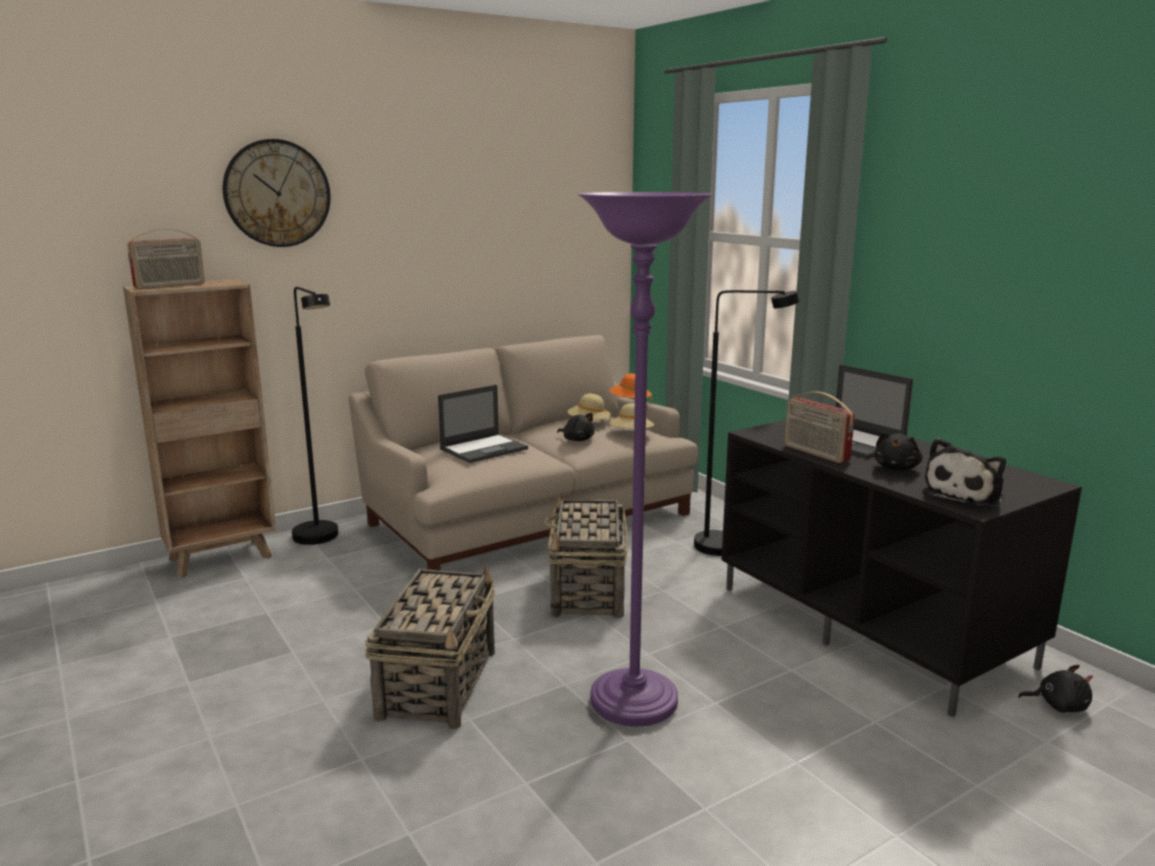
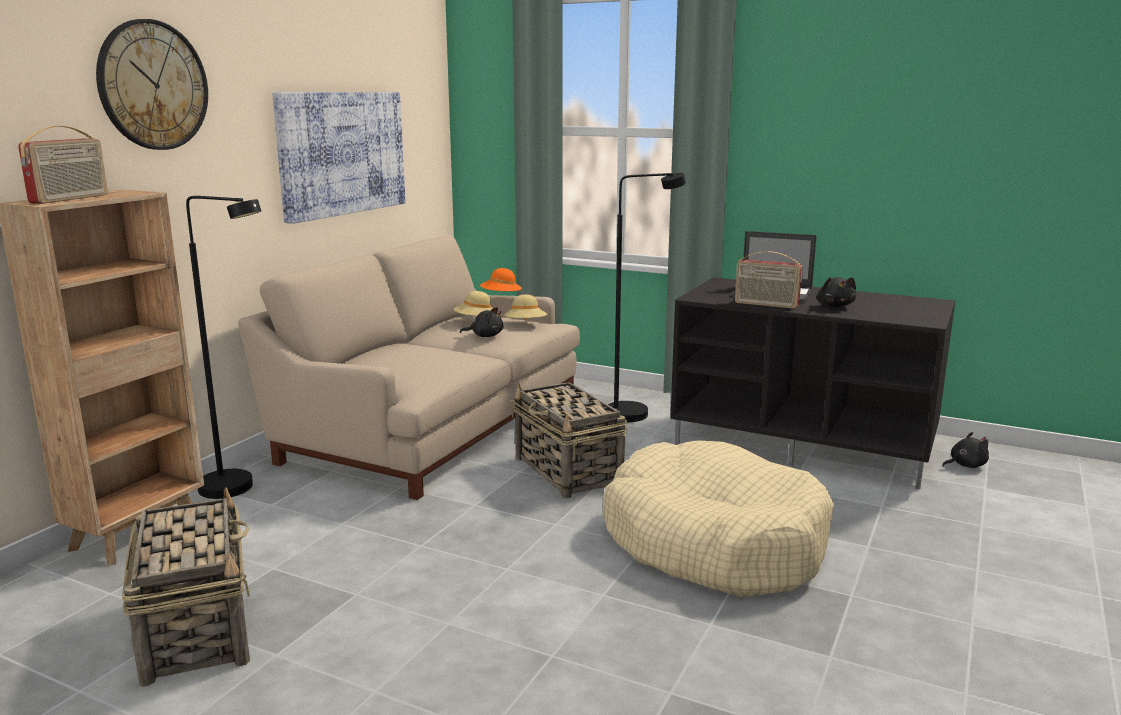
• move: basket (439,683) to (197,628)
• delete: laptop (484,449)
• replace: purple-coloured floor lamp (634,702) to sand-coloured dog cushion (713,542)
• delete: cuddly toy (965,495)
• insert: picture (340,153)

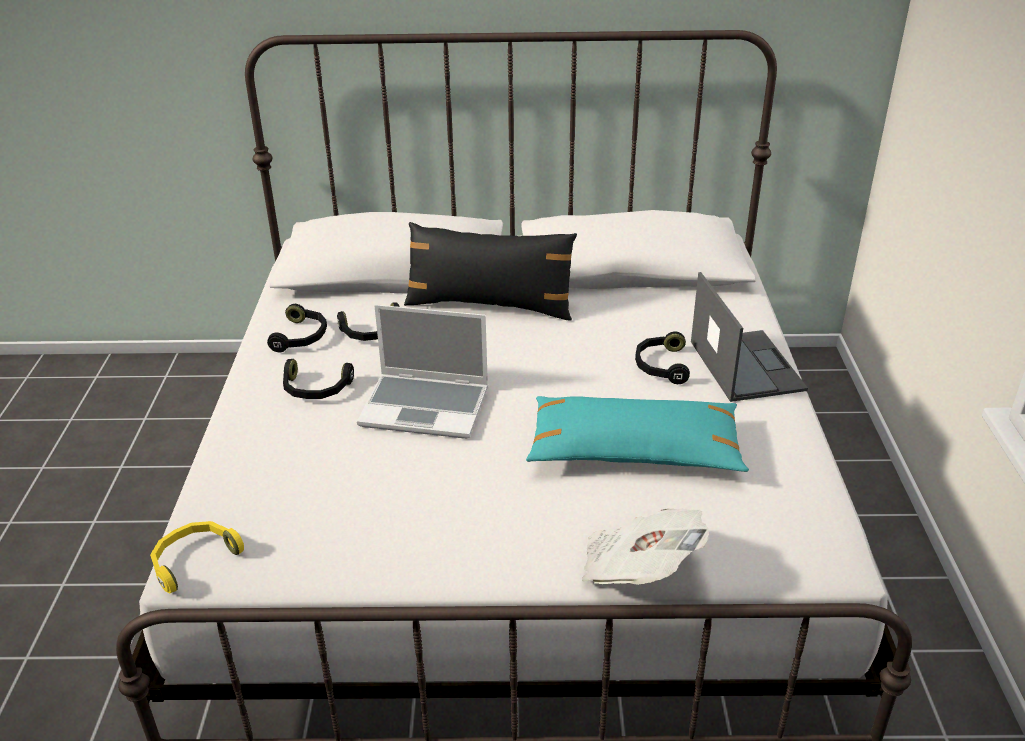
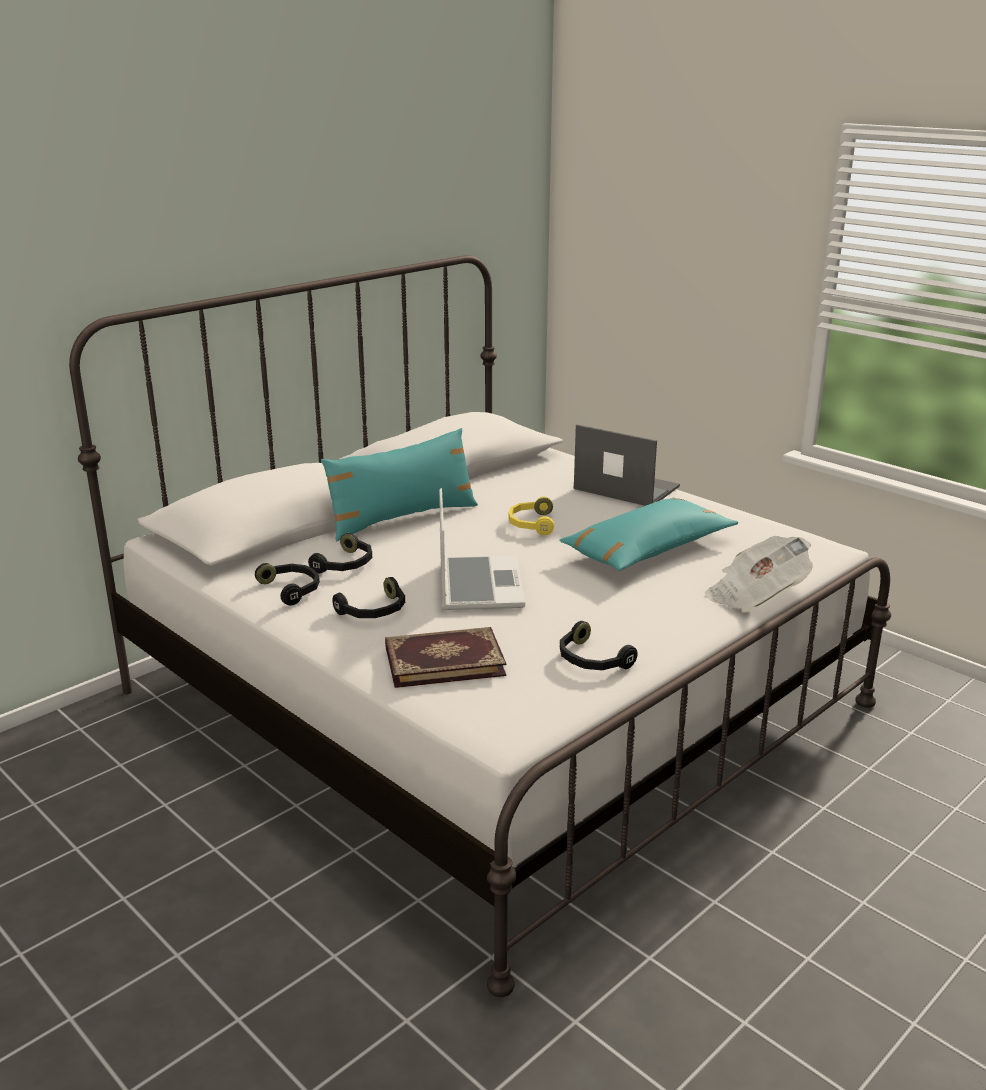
• move: yellow-coloured headset (194,560) to (531,524)
• rotate: laptop (427,407) = (478,585) 60 degrees counterclockwise
• recolor: blackish pillow (489,305) to turquoise-coloured pillow (402,518)
• move: blackish headset (660,366) to (591,660)
• insert: volume (444,660)

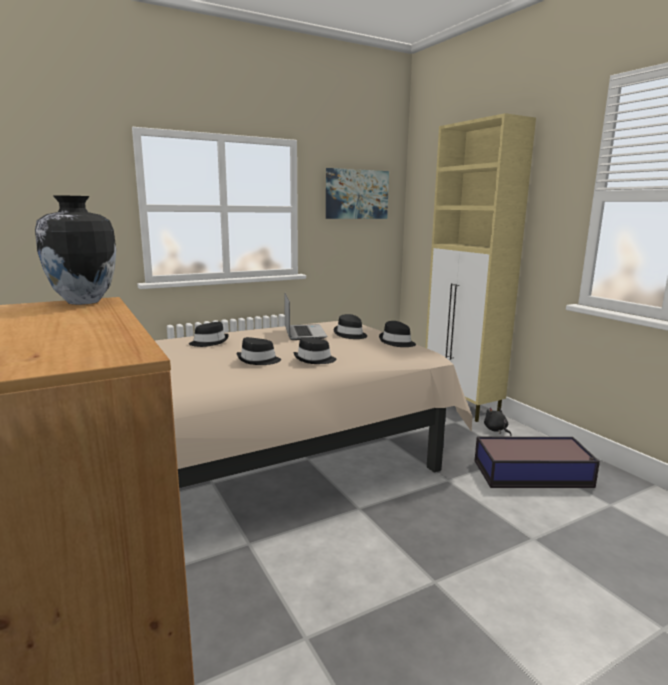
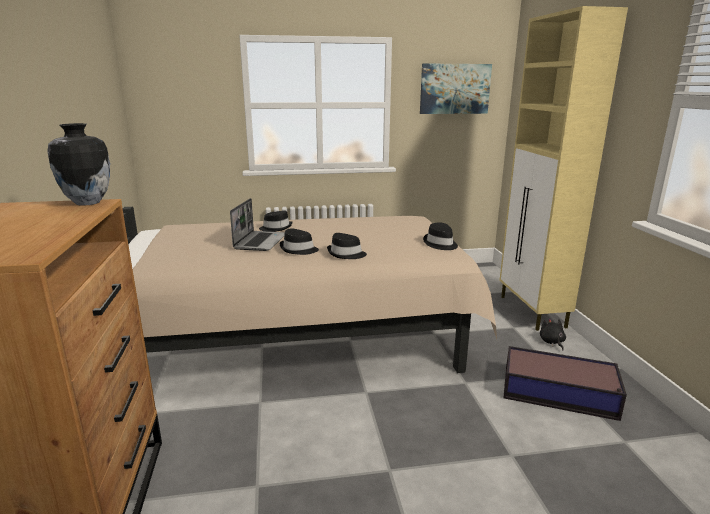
• move: laptop (303,333) to (260,242)
• delete: blackish hat (350,334)

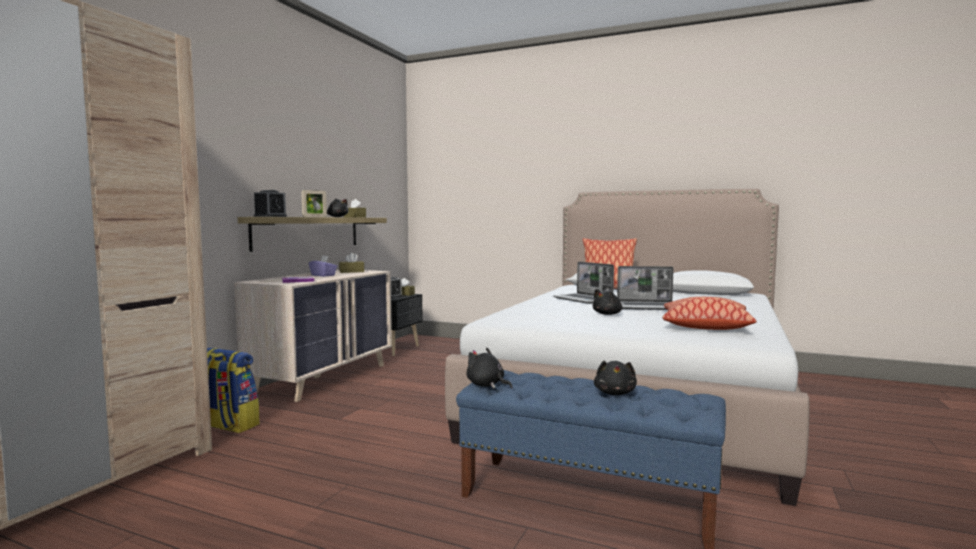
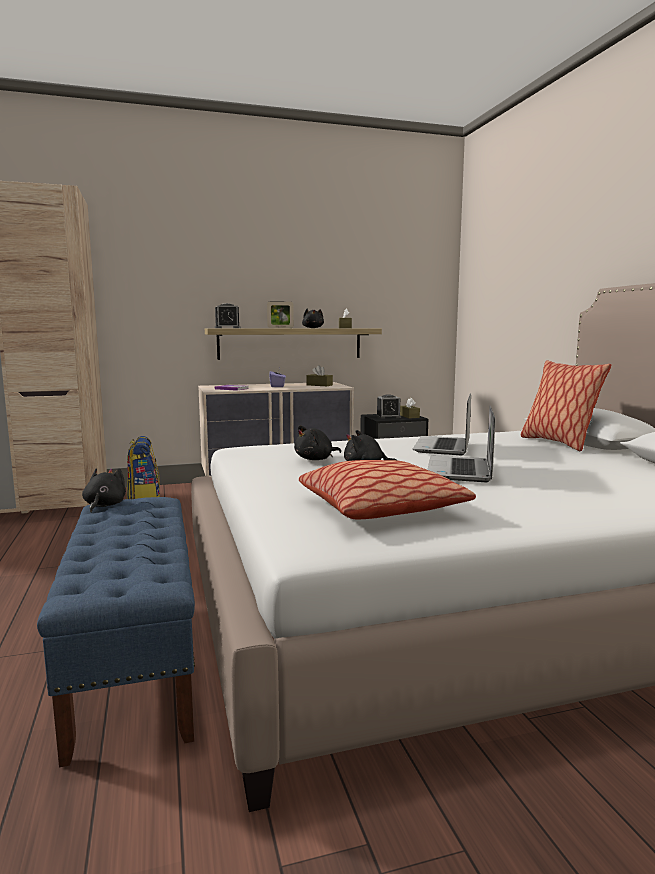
• move: blackish cuddly toy (615,393) to (316,459)
• rotate: laptop (647,307) = (460,471) 45 degrees clockwise

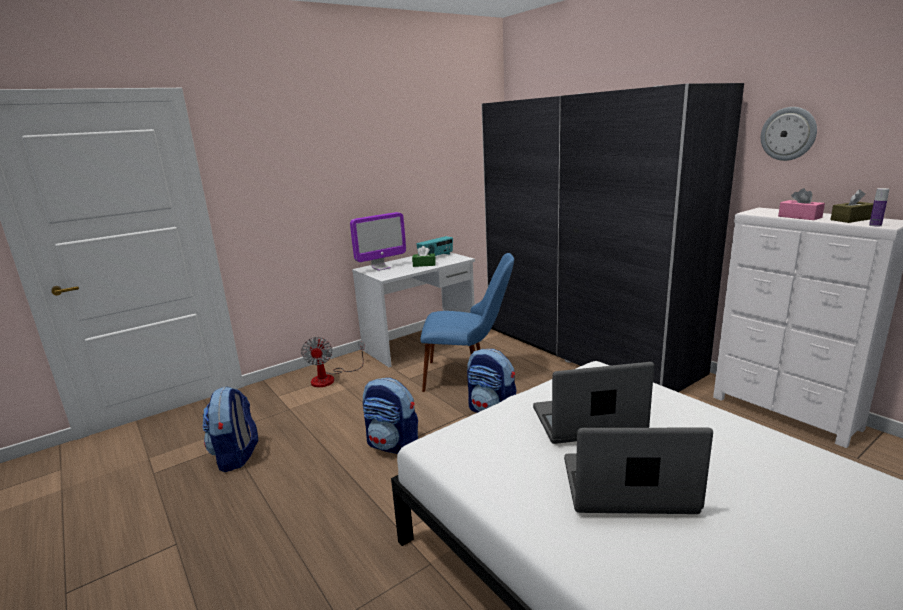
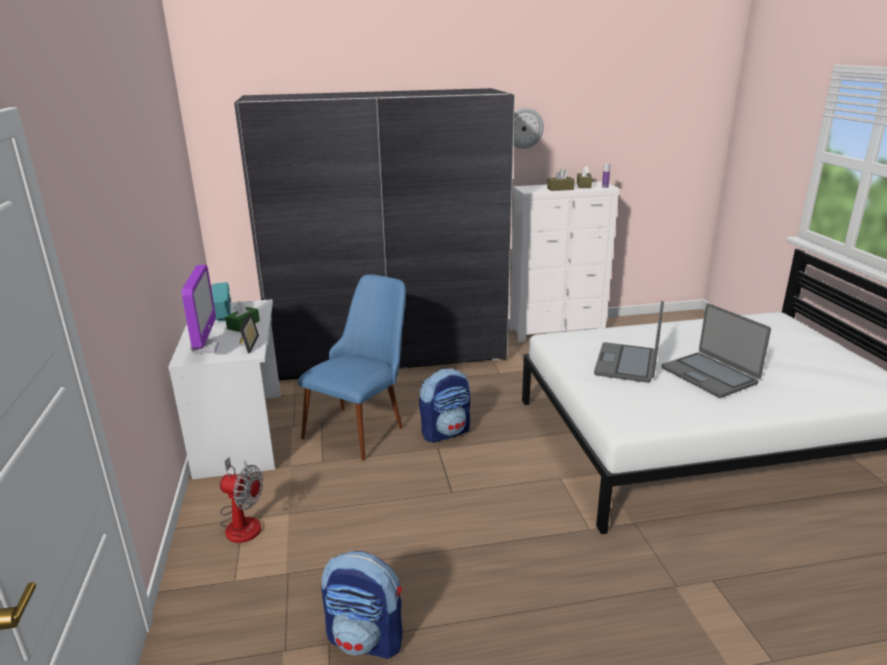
• delete: knapsack (393,445)
• rotate: laptop (627,487) = (709,375) 60 degrees counterclockwise
• recolor: pink-coloured tissue holder (799,217) to brownish tissue holder (560,189)
• insert: standing frame (246,344)

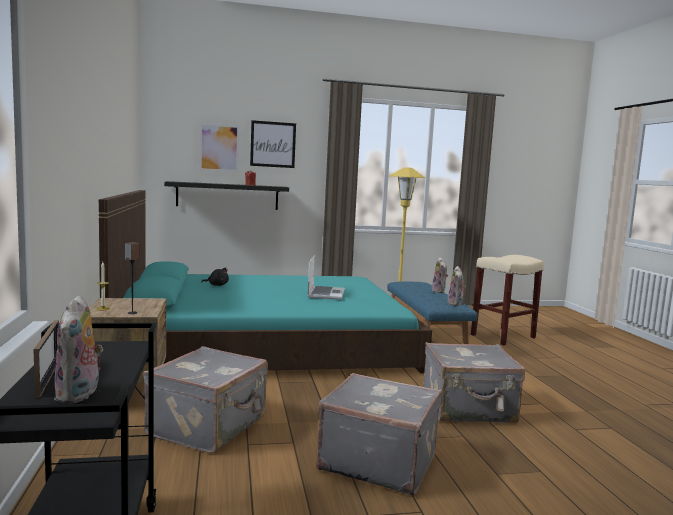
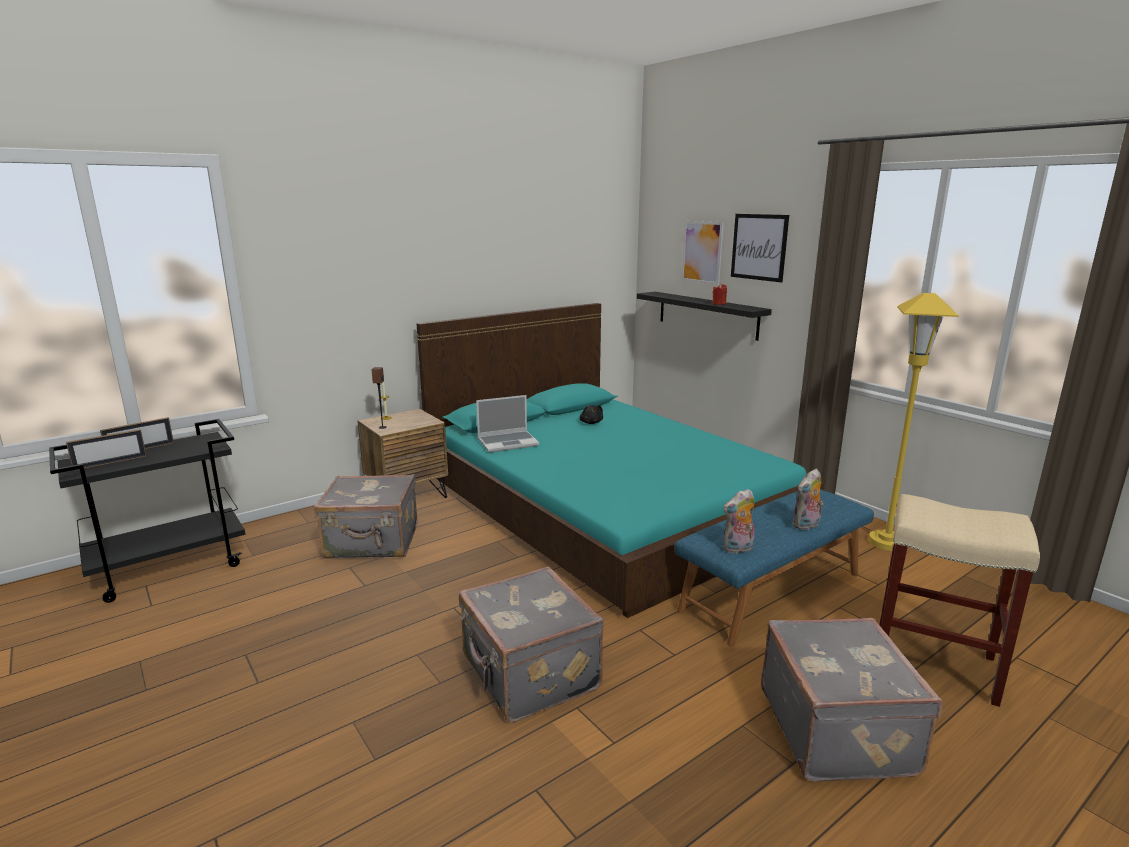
• replace: cuddly toy (79,395) to standing frame (110,462)
• move: laptop (325,294) to (508,442)
• move: gray suitcase (378,461) to (838,730)

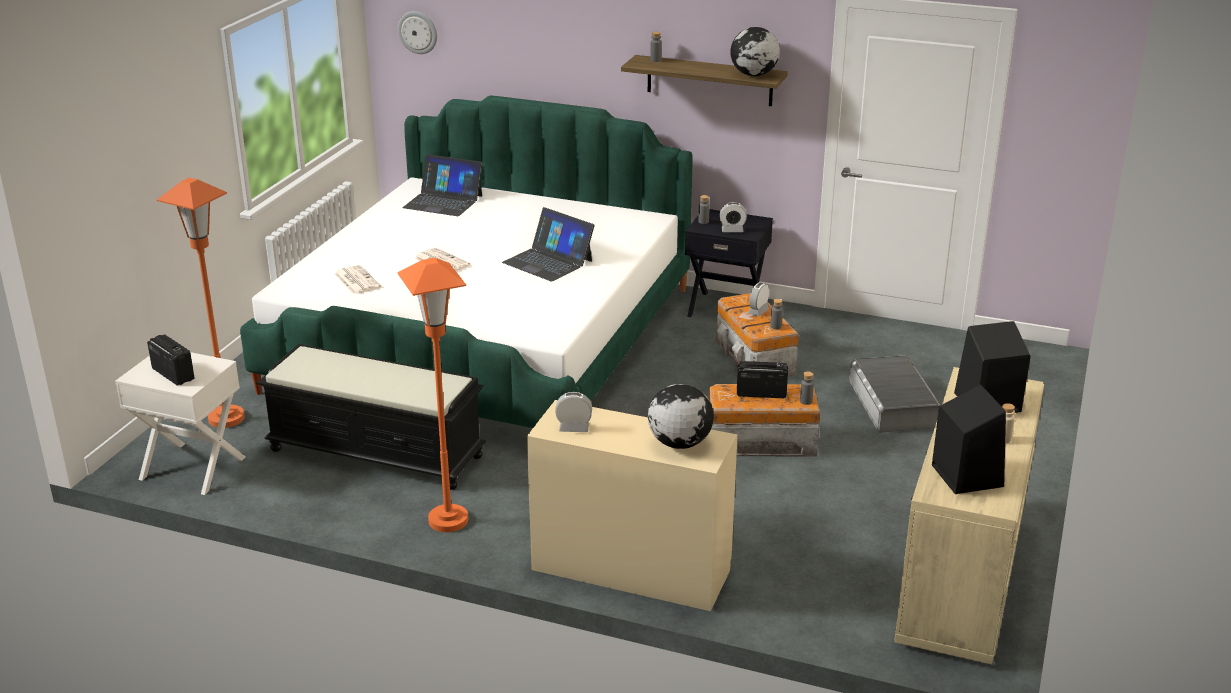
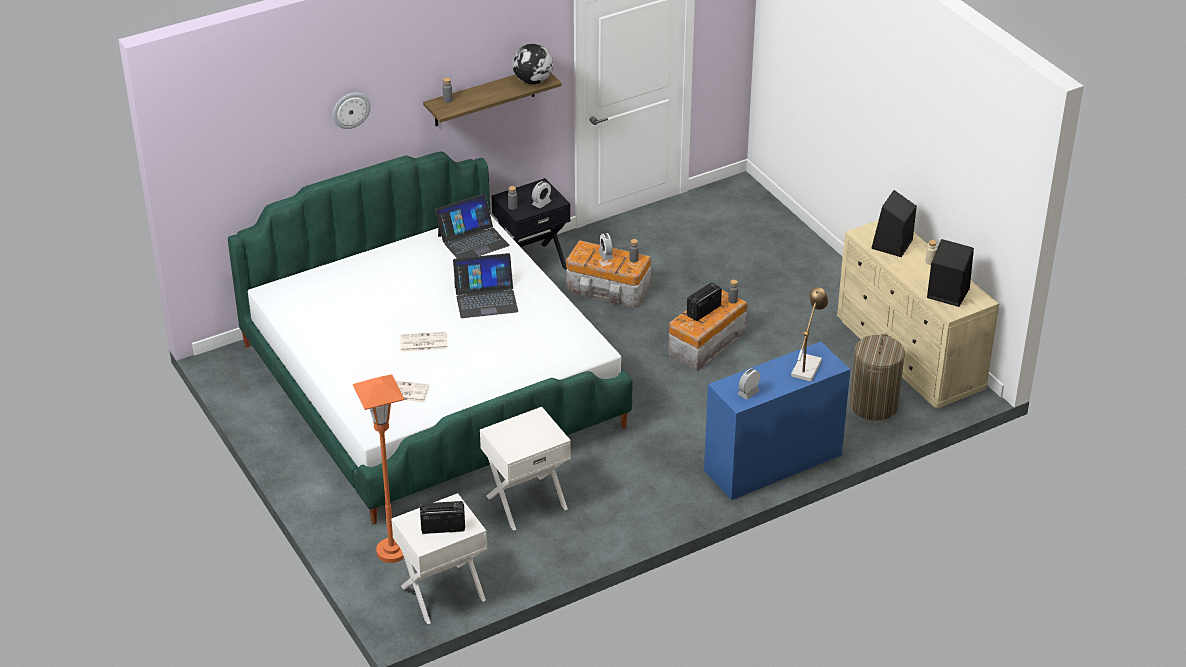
• replace: blackish indoor bench (378,452) to white night table (526,501)
• move: hanging clock (418,32) to (351,110)
• delete: orangey floor lamp (448,520)
• move: laptop (443,201) to (473,240)
• recolor: sand-coloured desk (630,569) to blue-coloured desk (773,463)
• replace: desk globe (679,443) to table lamp (807,365)
• delete: gray storage box (893,404)
• insert: hamper (873,405)

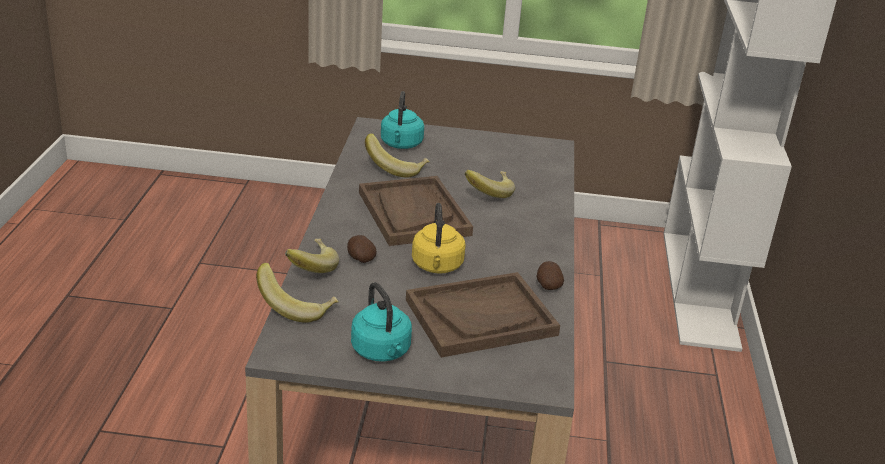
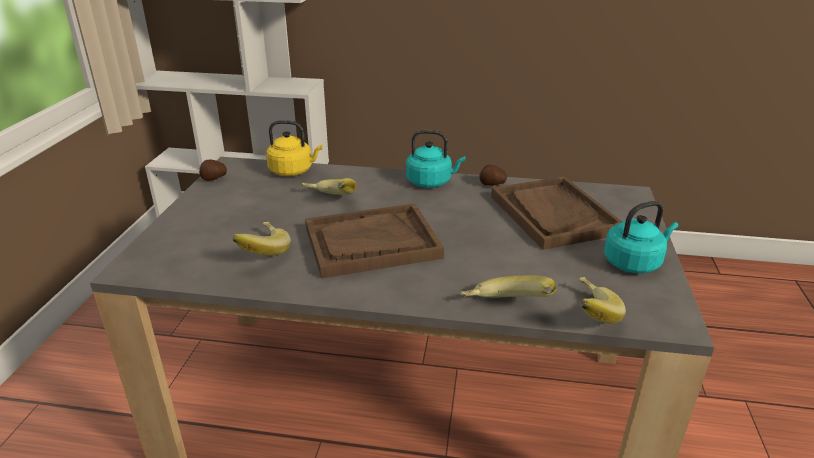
• move: spud (360,259) to (214,179)
• move: turquoise-coloured tea kettle (401,145) to (431,182)
• move: yellow-coloured tea kettle (437,266) to (293,171)

